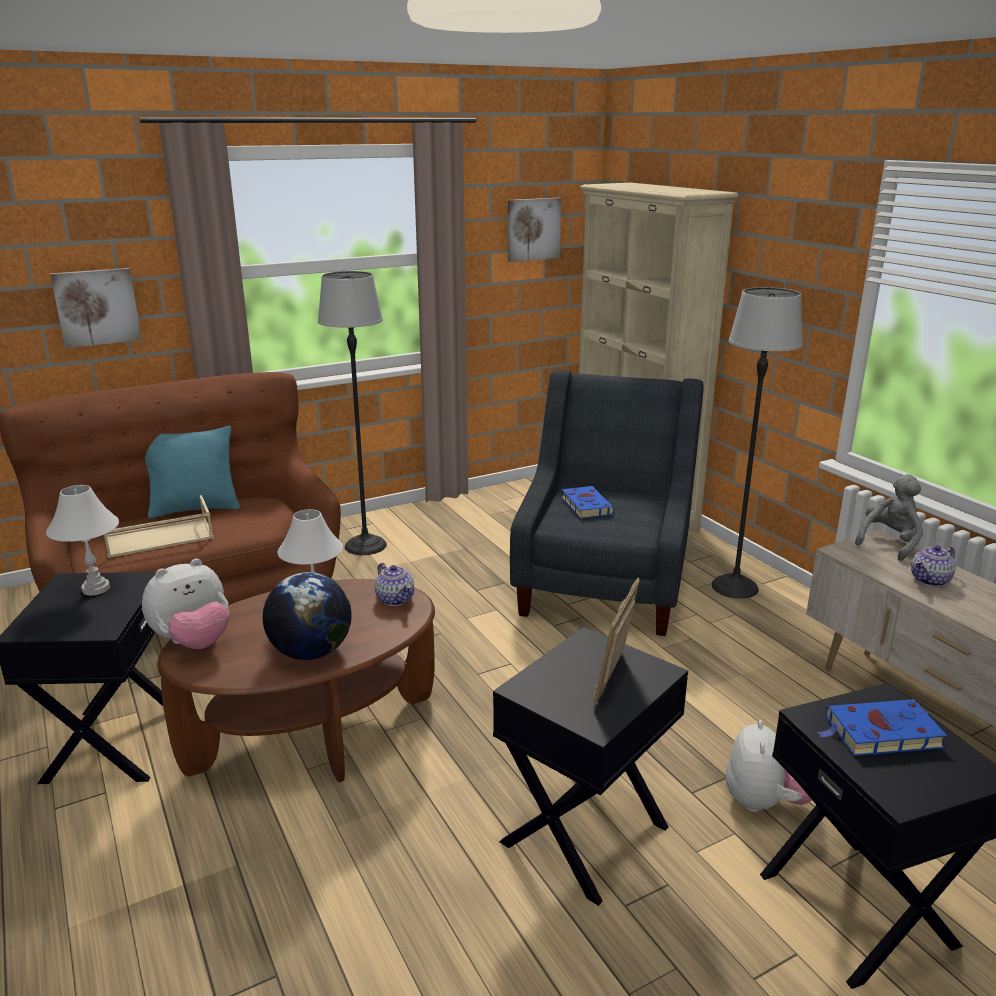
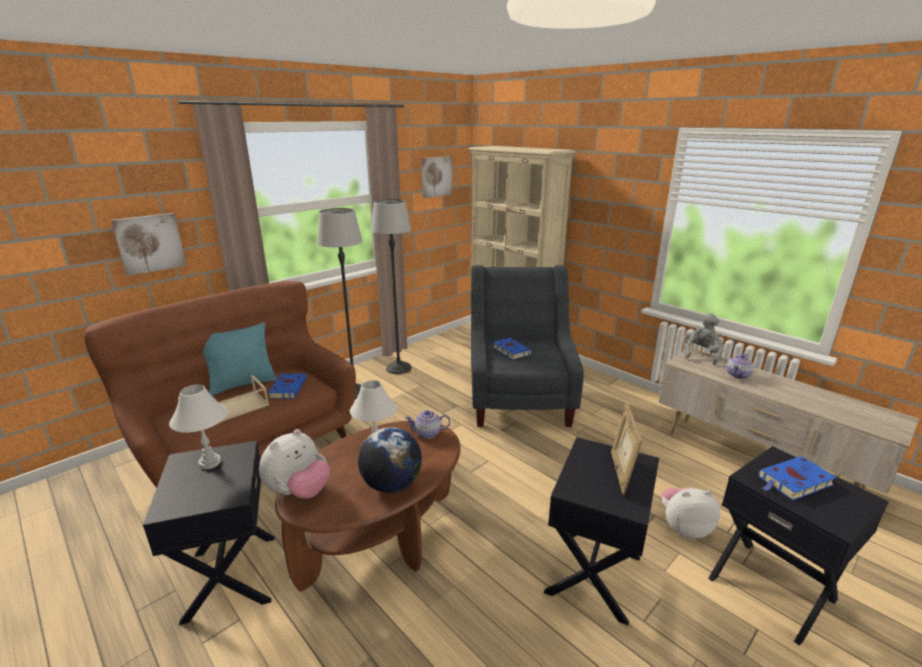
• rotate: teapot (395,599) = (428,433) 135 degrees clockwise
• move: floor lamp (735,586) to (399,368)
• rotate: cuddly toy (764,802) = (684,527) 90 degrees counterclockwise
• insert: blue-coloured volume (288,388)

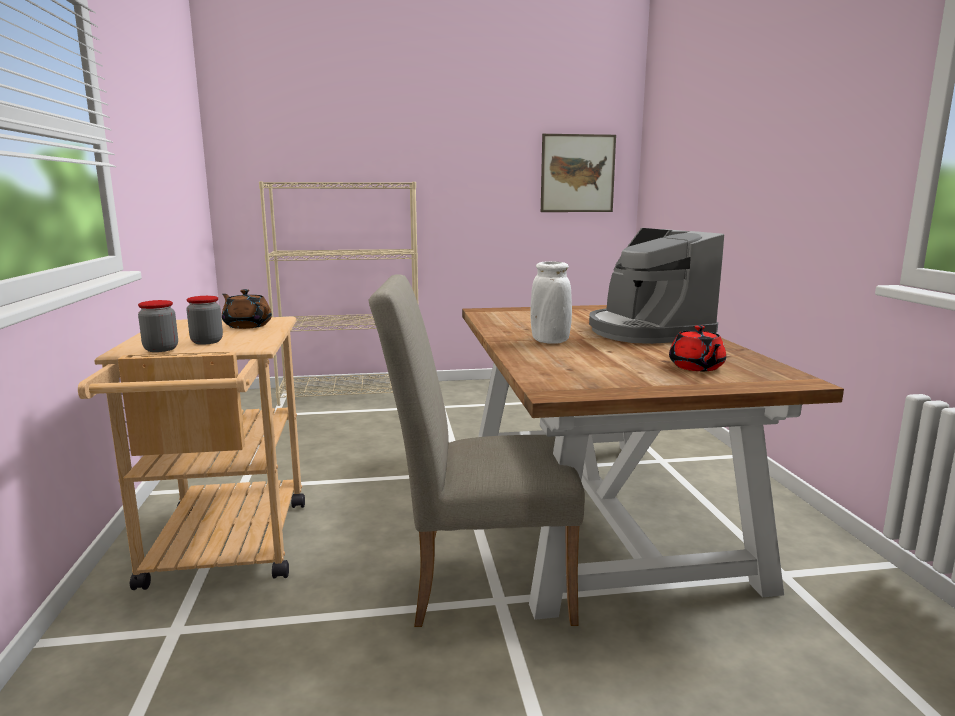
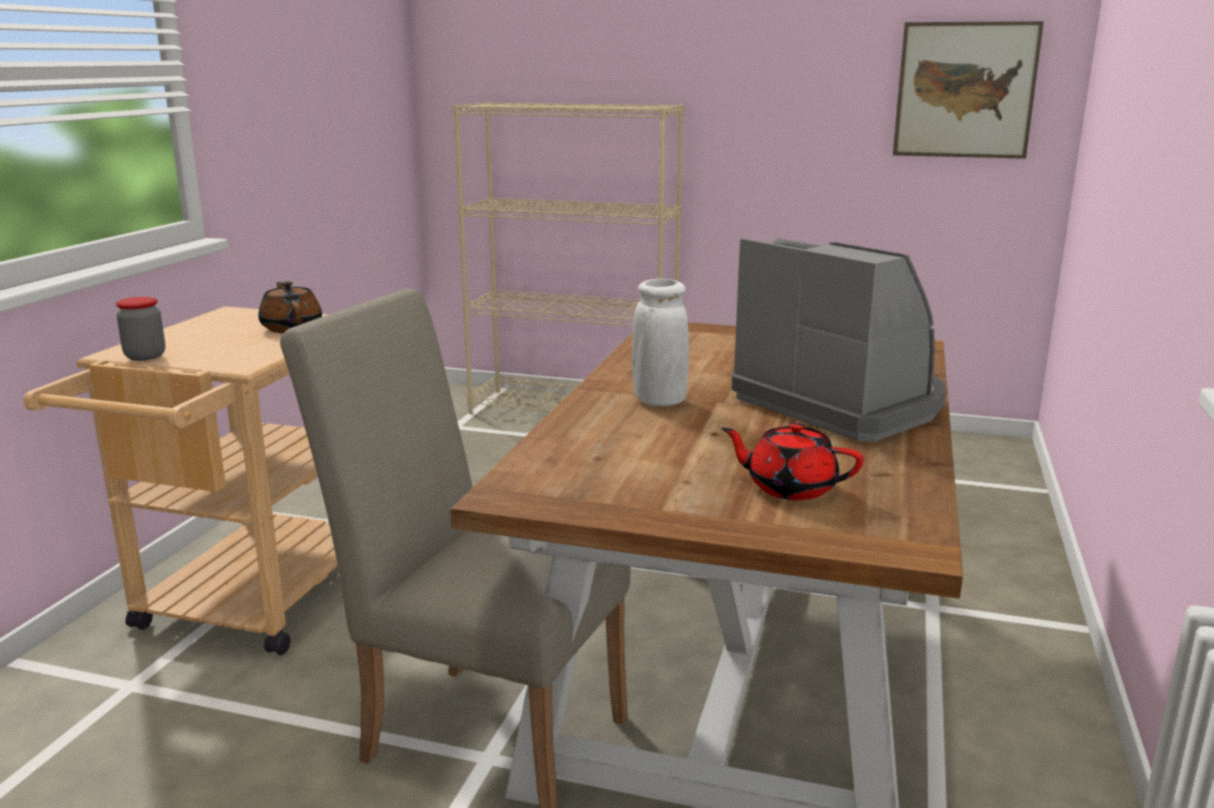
• delete: storage jar (207,342)
• rotate: coffee maker (646,332) = (841,402) 135 degrees clockwise
• rotate: red teapot (696,367) = (790,488) 90 degrees clockwise

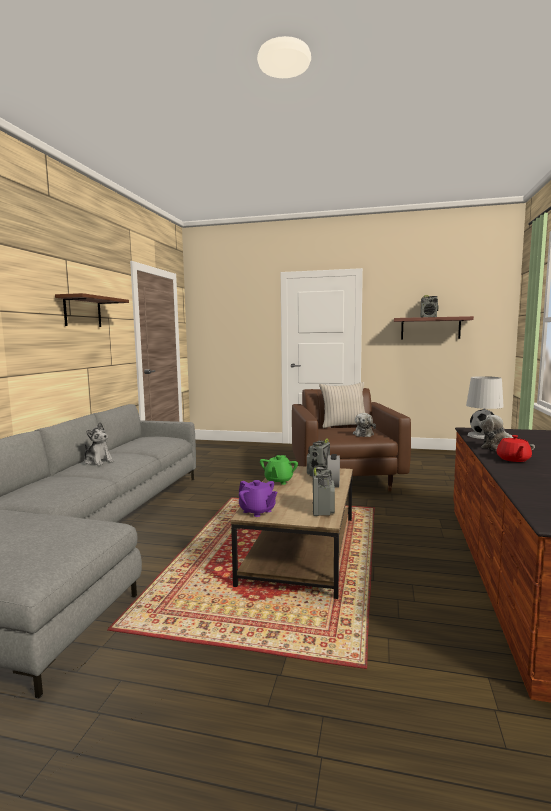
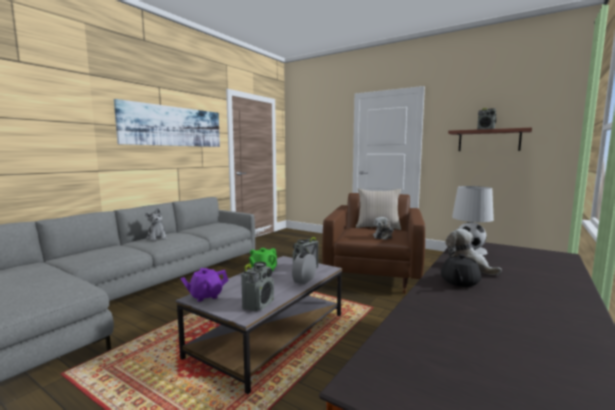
• replace: brownish shelf (82,312) to picture (173,126)
• recolor: brownish lounge table (301,548) to gray lounge table (270,334)
• rotate: purple-coloured teapot (257,511) = (205,296) 90 degrees clockwise
• recolor: red teapot (513,459) to blackish teapot (459,282)

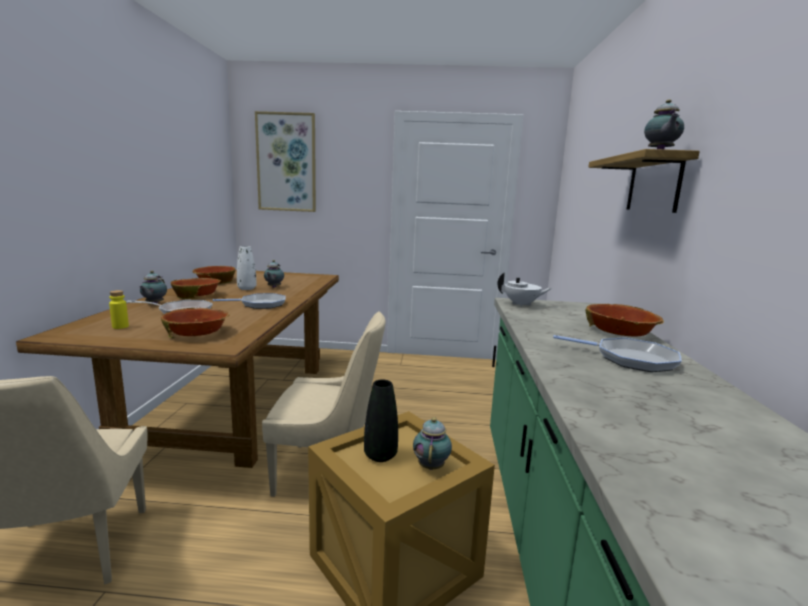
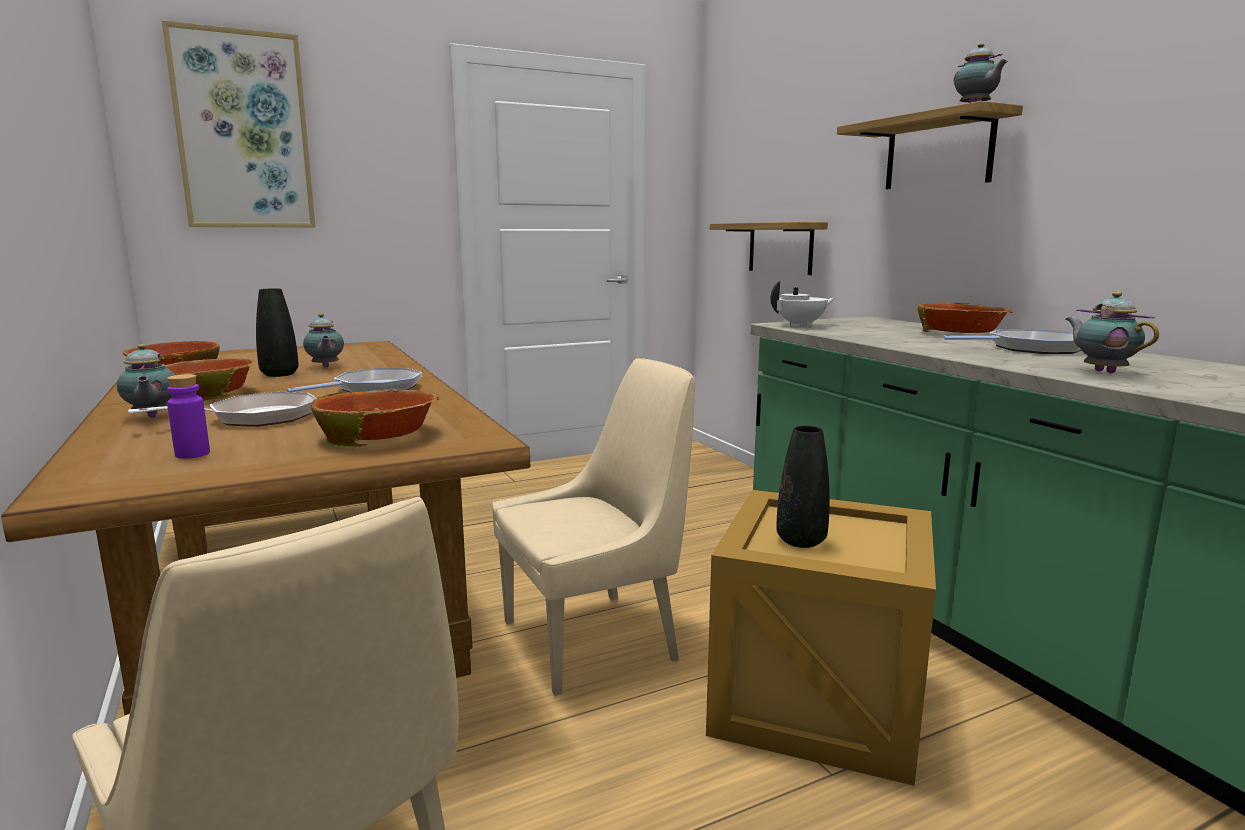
• recolor: yellow-coloured bottle (120,327) to purple-coloured bottle (192,454)
• recolor: white flower vase (247,288) to blackish flower vase (279,374)
• move: teapot (431,465) to (1102,371)
• insert: shelf (780,248)

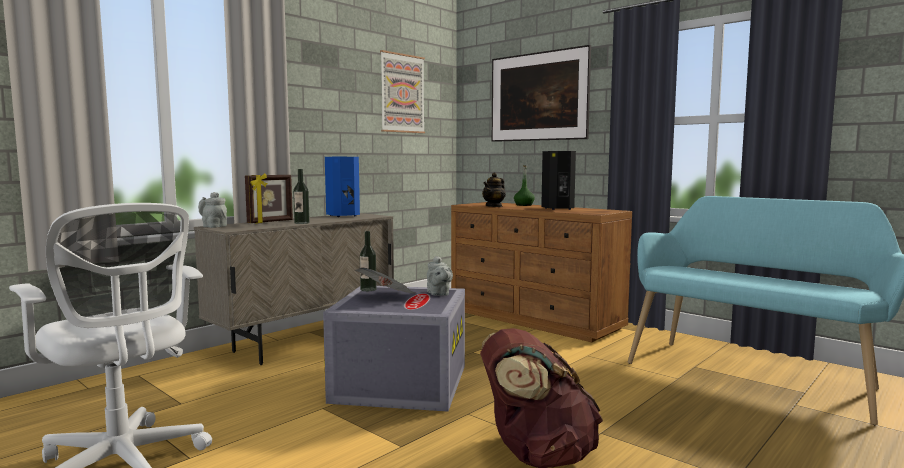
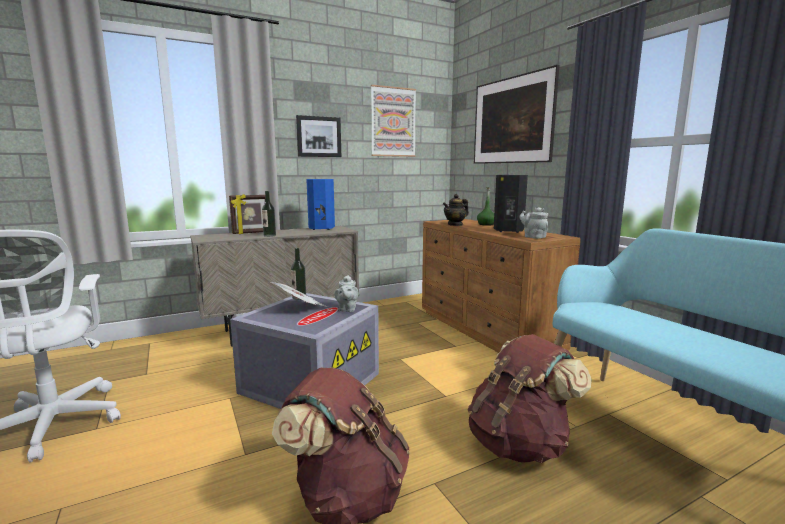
• move: gray teapot (213,226) to (533,237)
• insert: picture (318,137)
• insert: brownish knapsack (519,444)

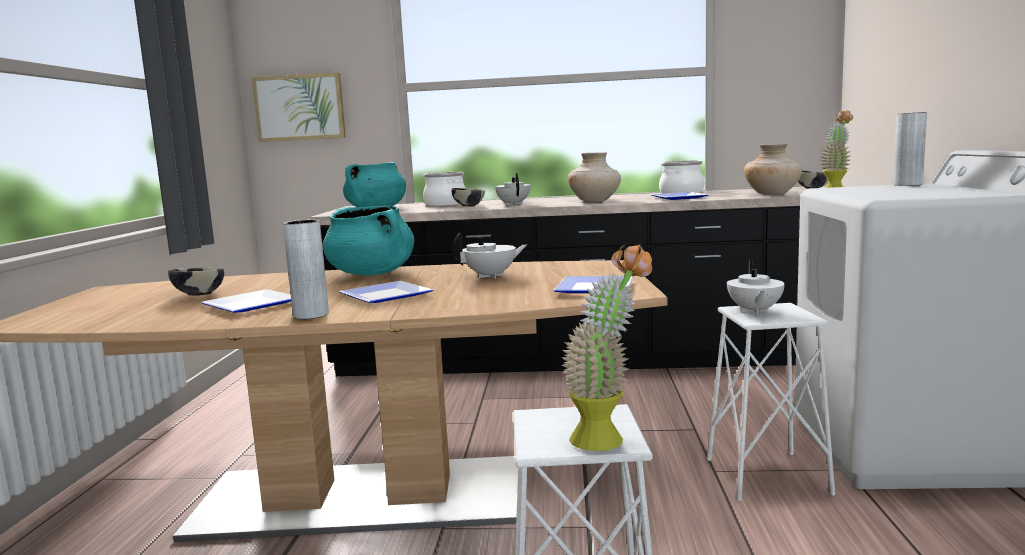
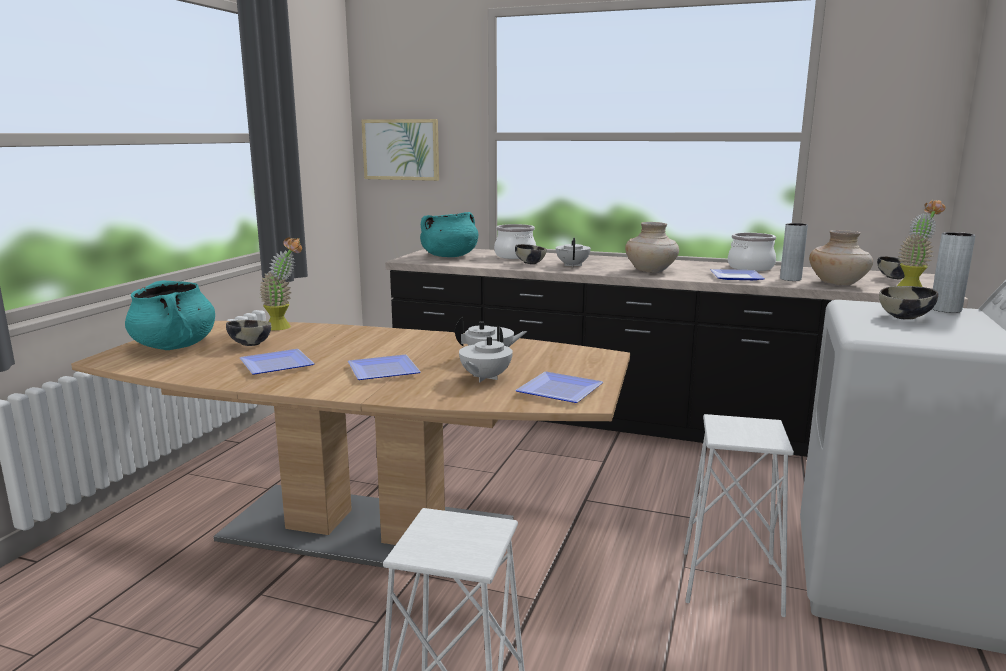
• move: gray flower vase (311,315) to (790,279)
• move: turquoise-coloured cooking pot (372,274) to (175,346)
• move: houseplant (608,437) to (285,327)
• move: white teapot (754,311) to (485,378)
• insert: deep dish (905,318)

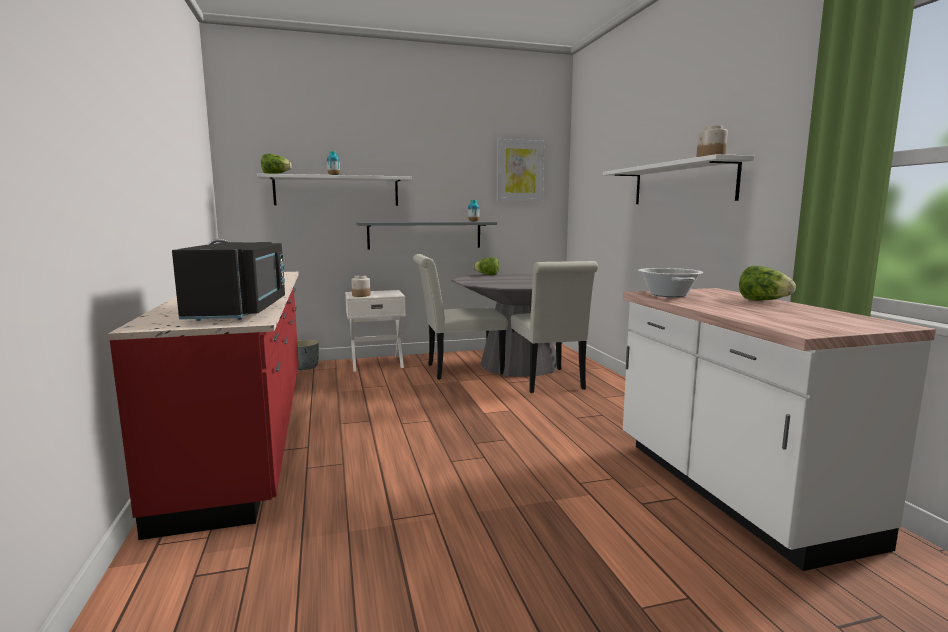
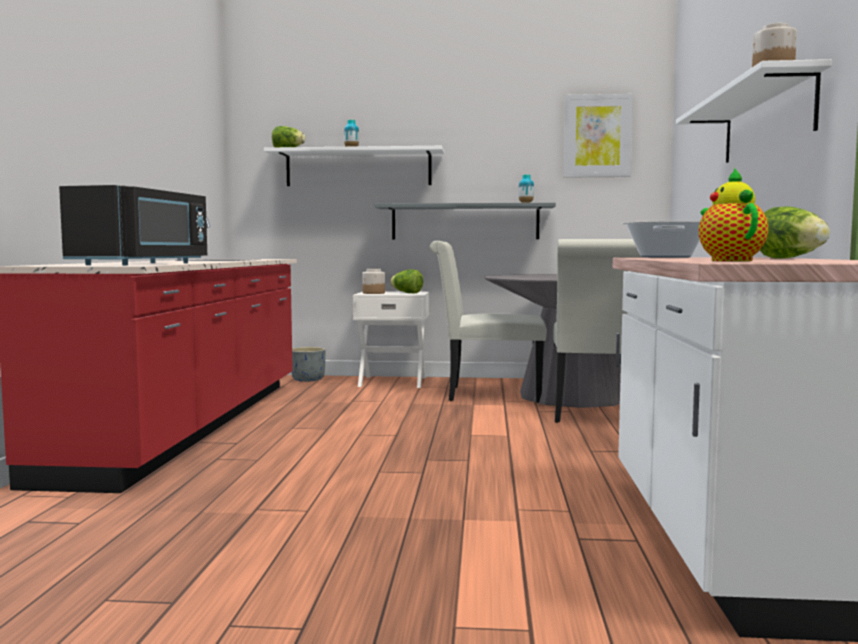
• move: lettuce head (487,275) to (406,293)
• insert: teapot (729,260)

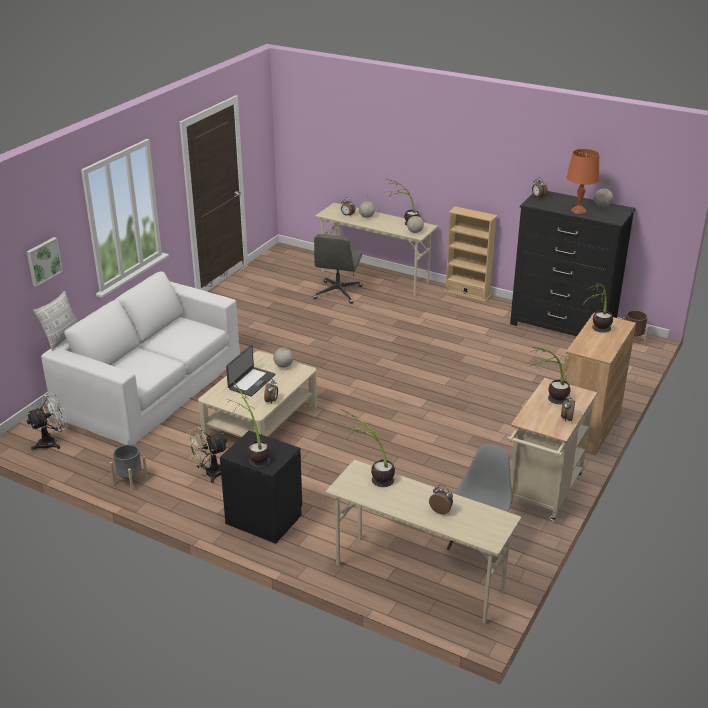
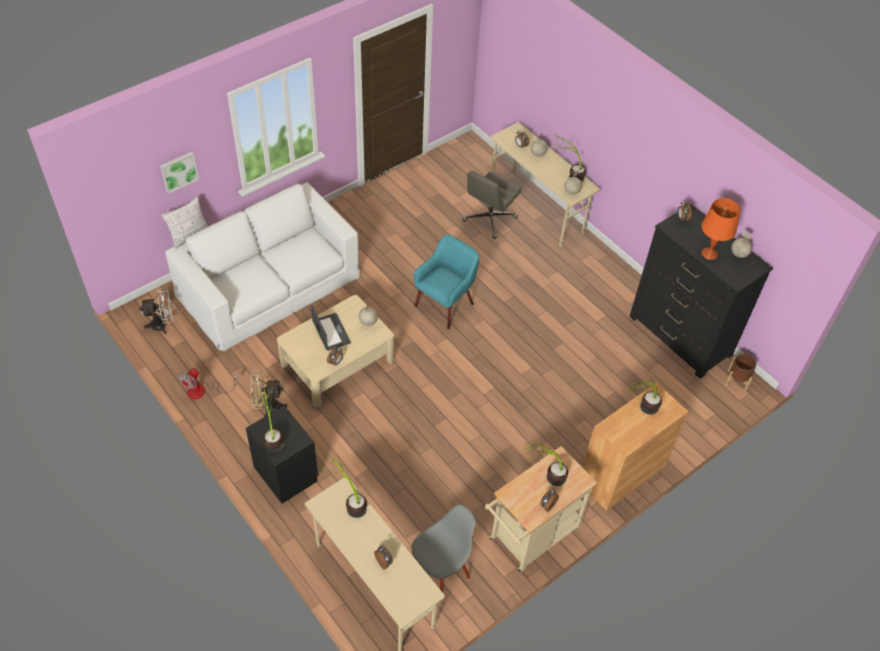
• replace: gray planter (130,481) to electric fan (203,391)
• rotate: laptop (251,382) = (330,332) 75 degrees counterclockwise
• delete: sand-coloured bookcase (467,293)
• insert: turquoise-coloured armchair (445,305)

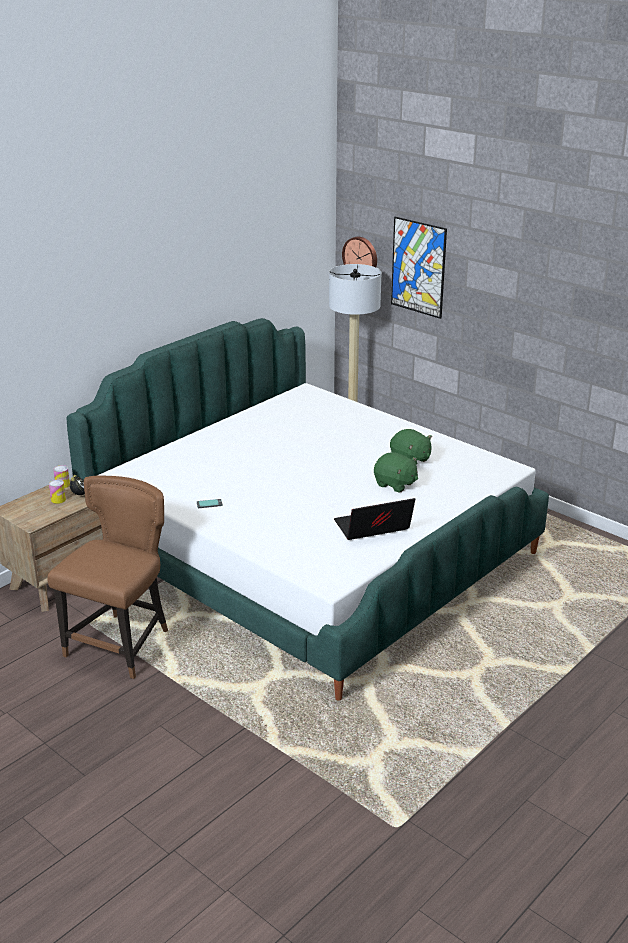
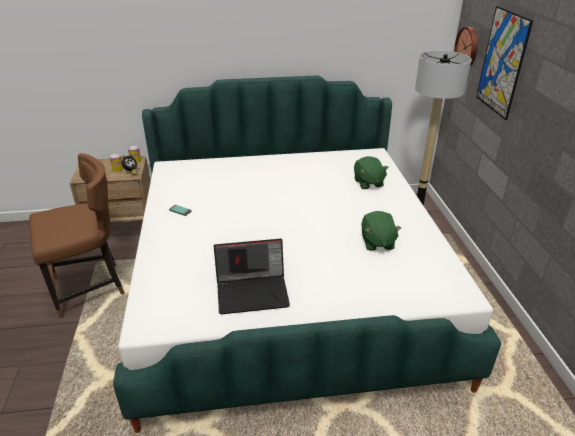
• rotate: laptop (372,528) = (253,291) 150 degrees clockwise
• move: green-coloured cuddly toy (395,484) to (368,183)

